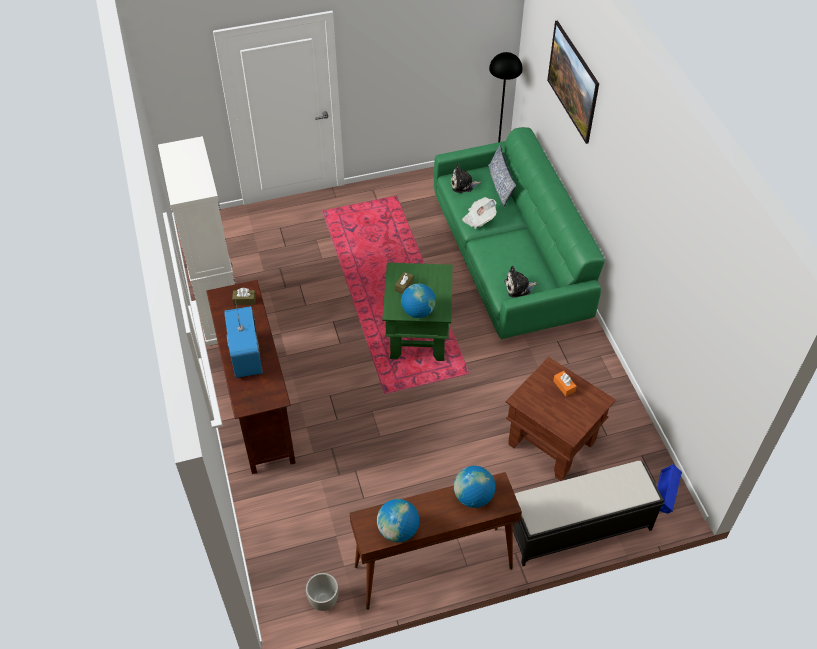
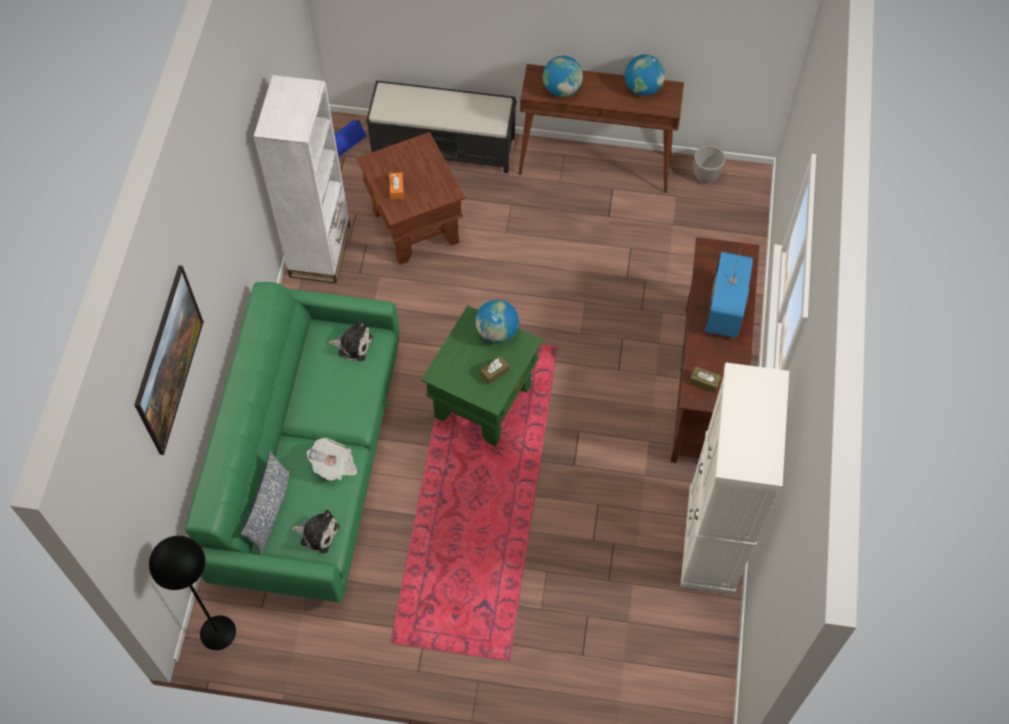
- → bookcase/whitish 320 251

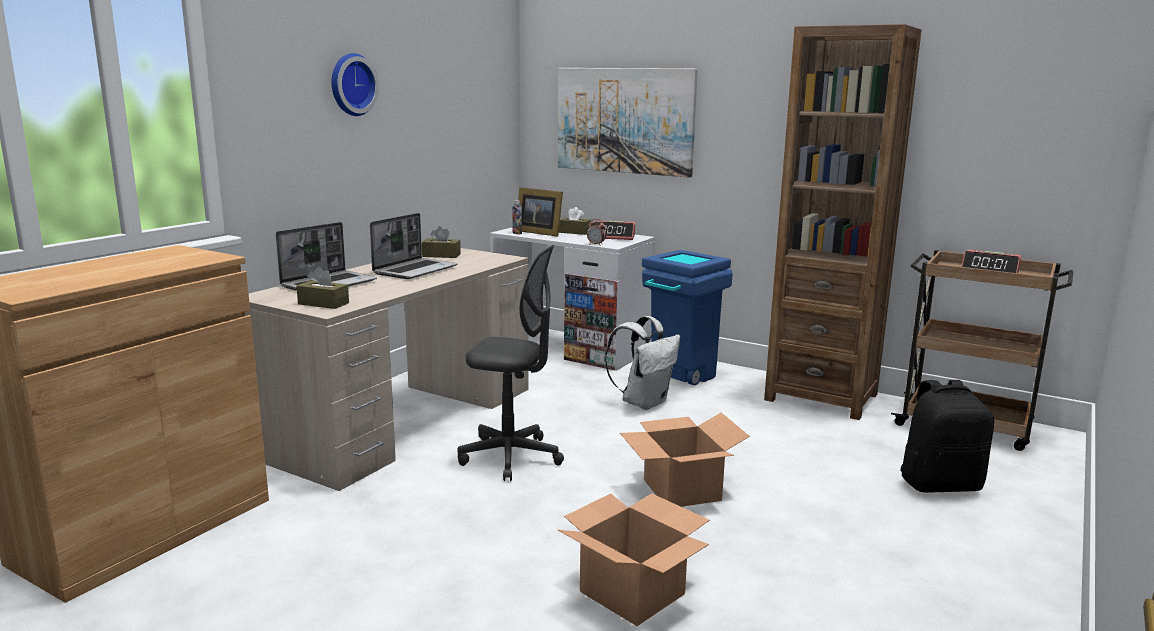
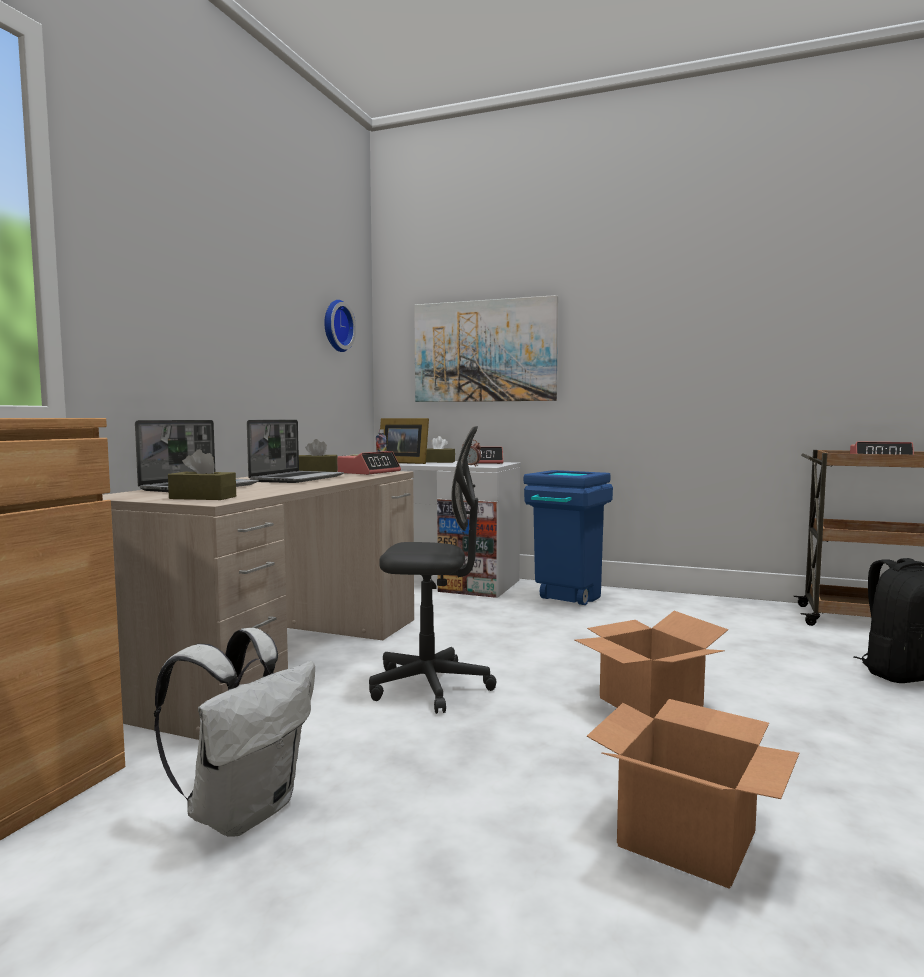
rucksack/whitish 644 402 → rucksack/whitish 243 811, shifted
hanging clock 351 84 → hanging clock 336 326, shifted
- → alarm clock 369 472
bookcase/brown-coloured 821 397 → -

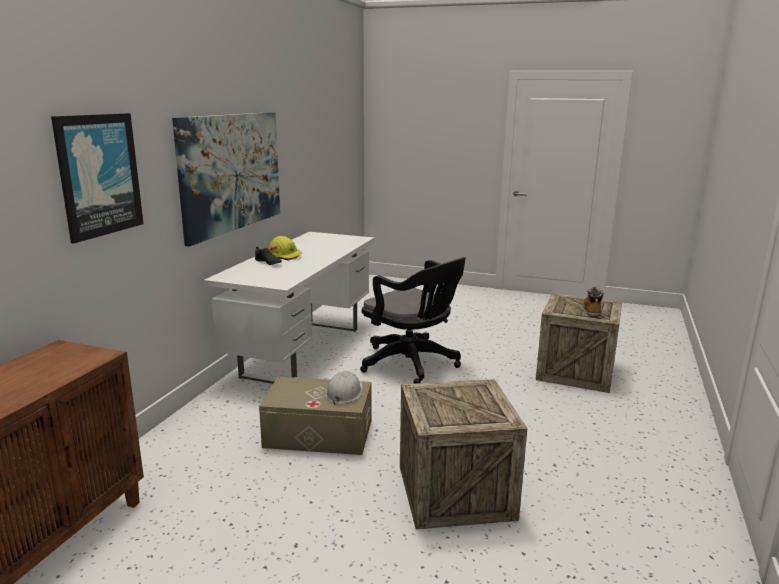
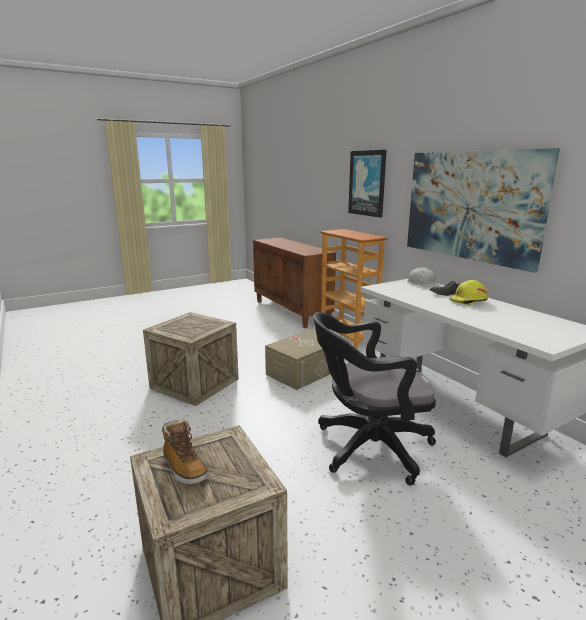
- → bookcase 348 338
safety helmet/whitish 344 393 → safety helmet/whitish 423 284, shifted

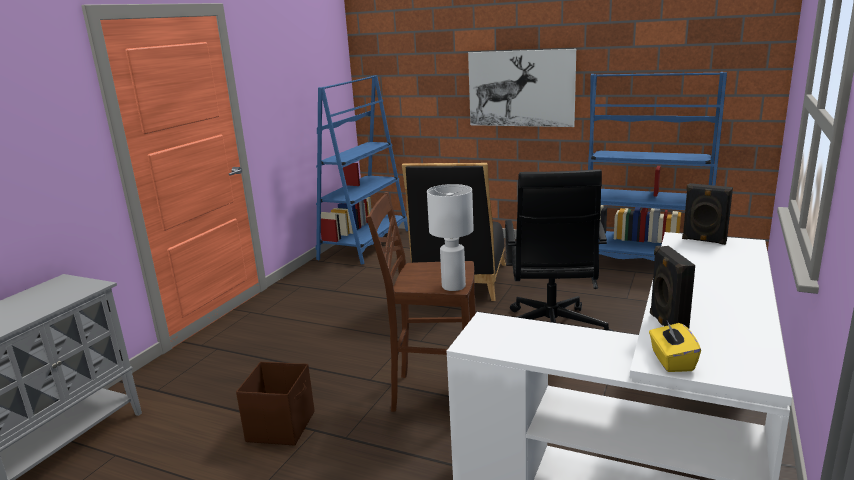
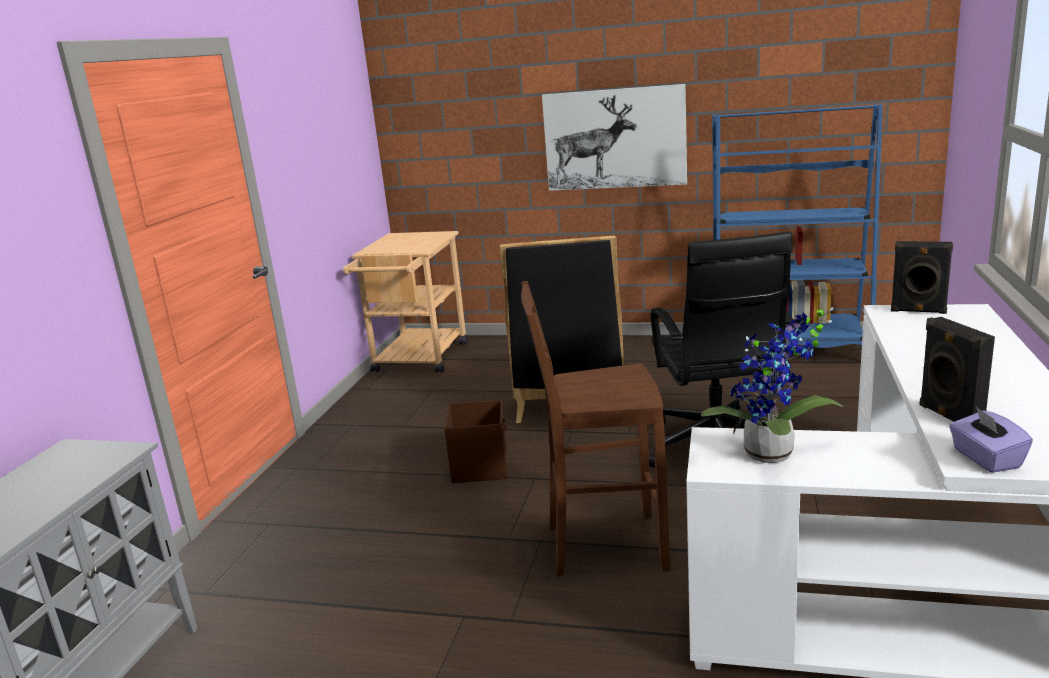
bookcase/blue-coloured 365 244 → trolley/beige 418 361
storage container/brown-coloured 282 426 → storage container/brown-coloured 480 467, shifted
- → houseplant 772 457
tissue box/yellow 671 361 → tissue box/purple 985 459
tabletop lamp/whitish 453 287 → -

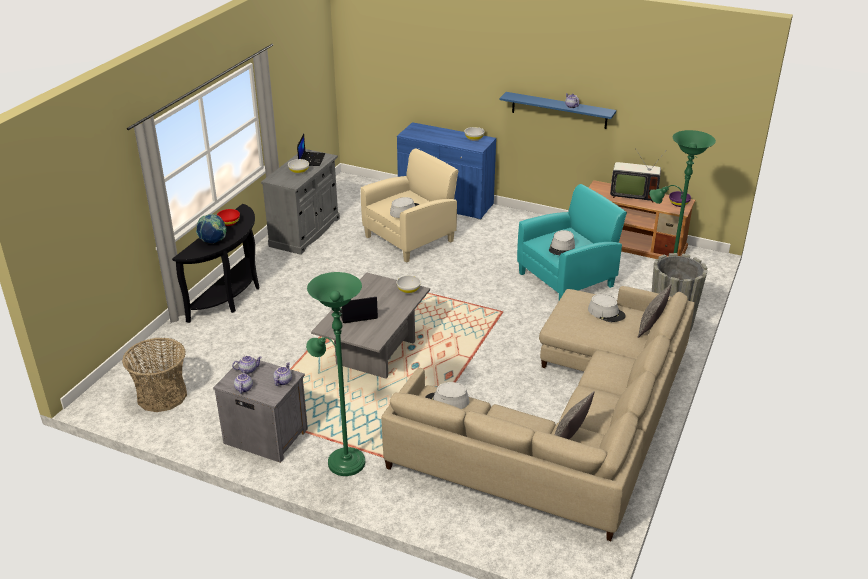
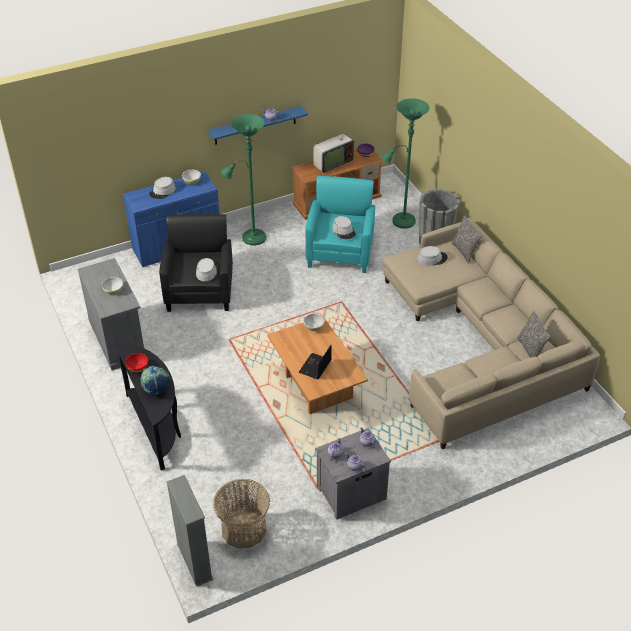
wearable hat/gray 447 401 → wearable hat/gray 162 191, shifted
easy chair/beige 410 238 → easy chair/black 200 291
- → bookcase/gray 194 562
standard lamp/green-coloured 343 460 → standard lamp/green-coloured 250 238, shifted
coffee table/gray 374 351 → coffee table/brown-coloured 316 387
notebook computer 311 159 → -

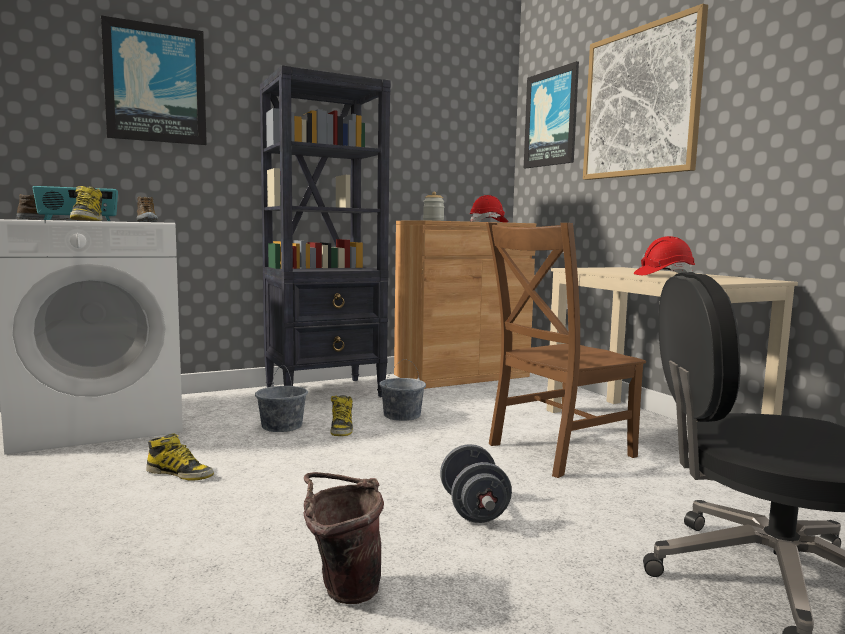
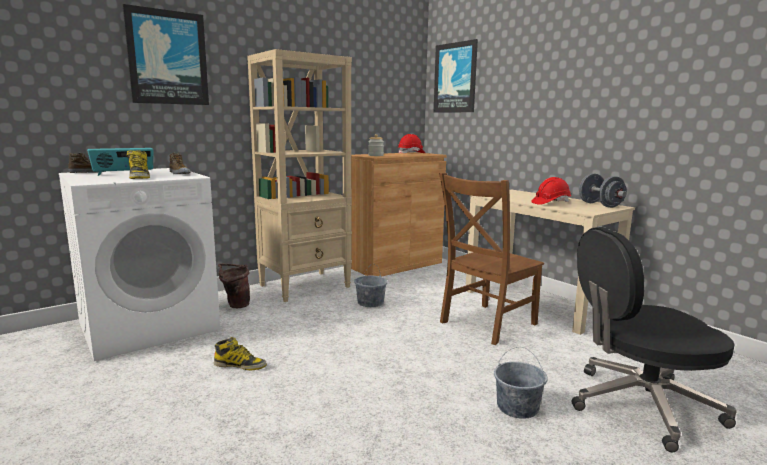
bucket/brown-coloured 342 589 → bucket/brown-coloured 235 305, shifted
bookcase/black 326 392 → bookcase/beige 305 286
bucket/gray 282 426 → bucket/gray 517 407, shifted
dumbbell/gray 473 509 → dumbbell/gray 600 205, shifted
high-top boot 341 428 → -
wall art 640 102 → -

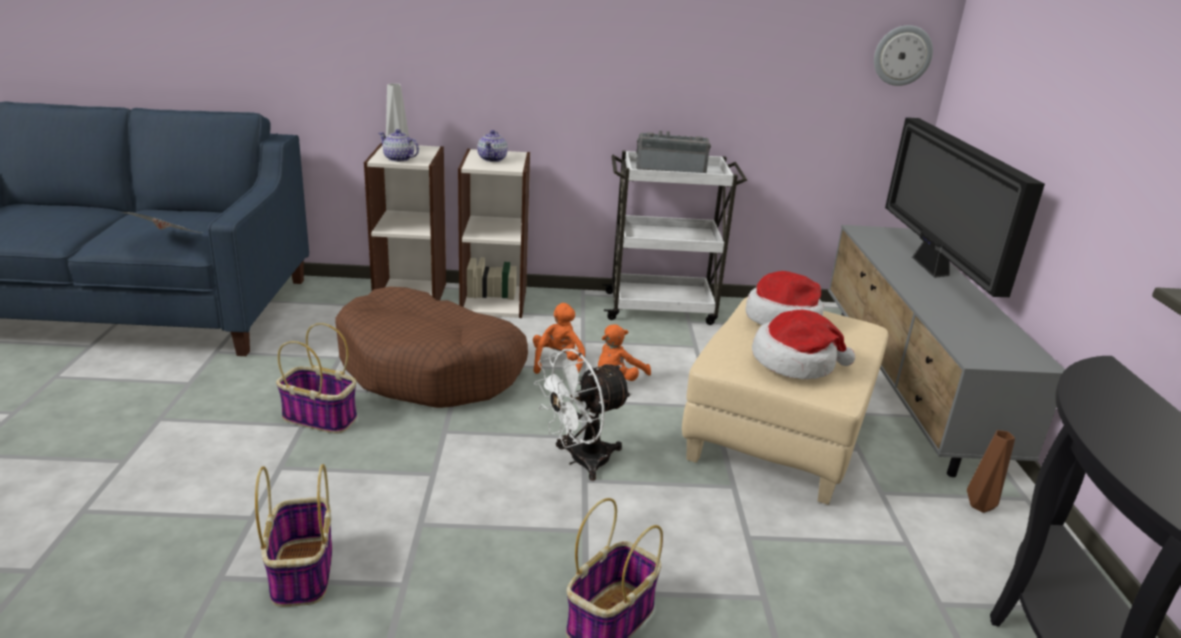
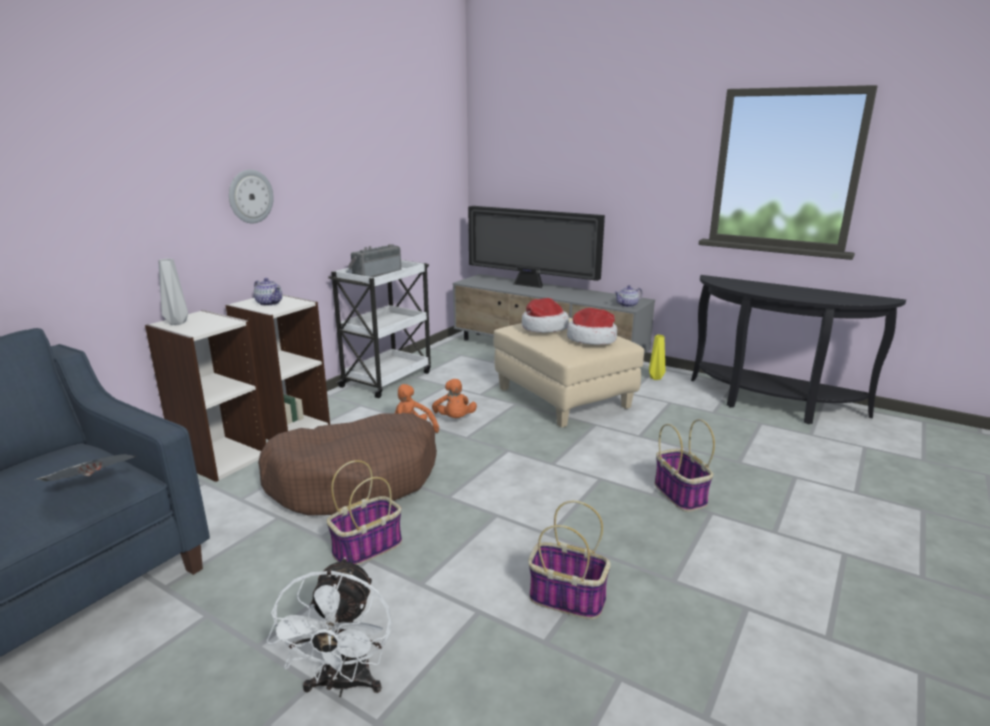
hanging clock 902 55 → hanging clock 250 196, shifted
cooling fan/whitish 580 461 → cooling fan/whitish 343 684, shifted
teapot 399 159 → teapot 627 305, shifted
vase/brown-coloured 981 507 → vase/yellow 656 378

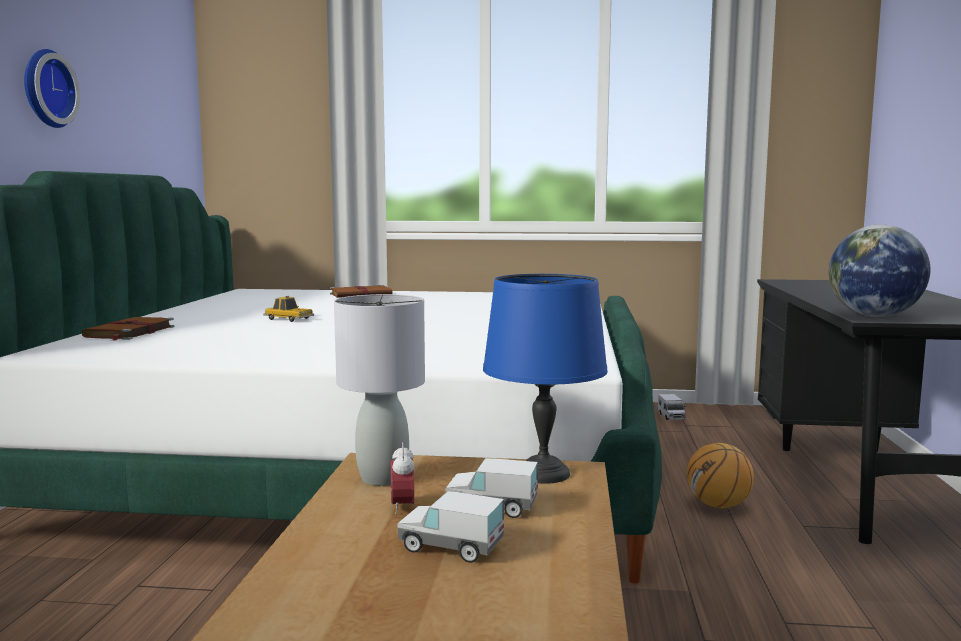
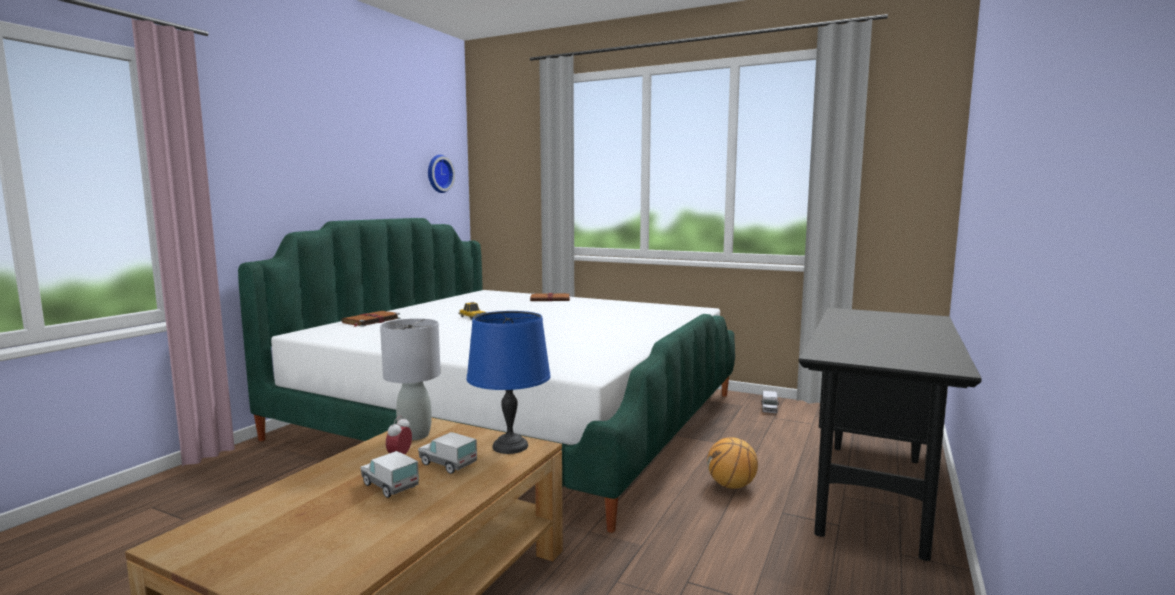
hanging clock 45 89 → hanging clock 438 174, shifted
world globe 874 316 → -

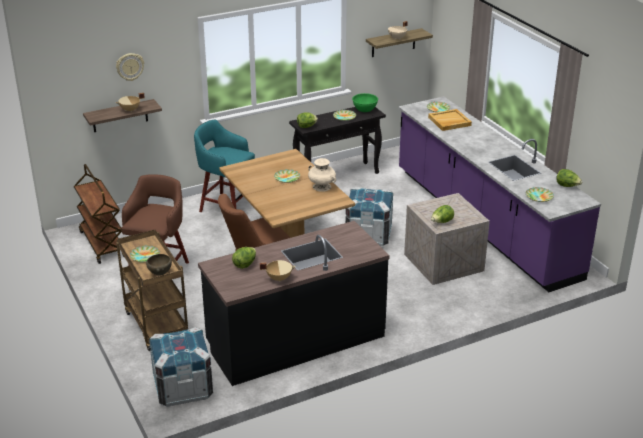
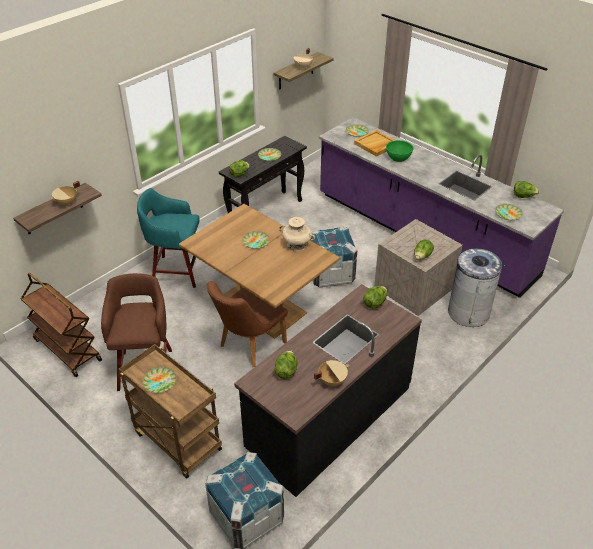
- → lettuce head 375 303
bowl/green-coloured 364 109 → bowl/green-coloured 398 158, shifted
- → rubbish bin/gray 468 312
hanging clock 130 66 → -
bowl/brown-coloured 160 273 → -

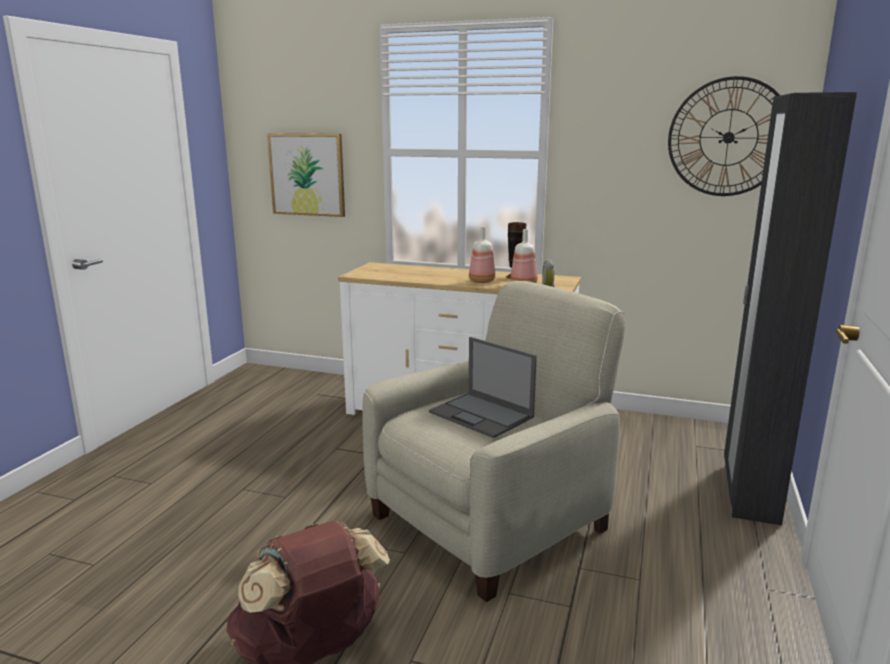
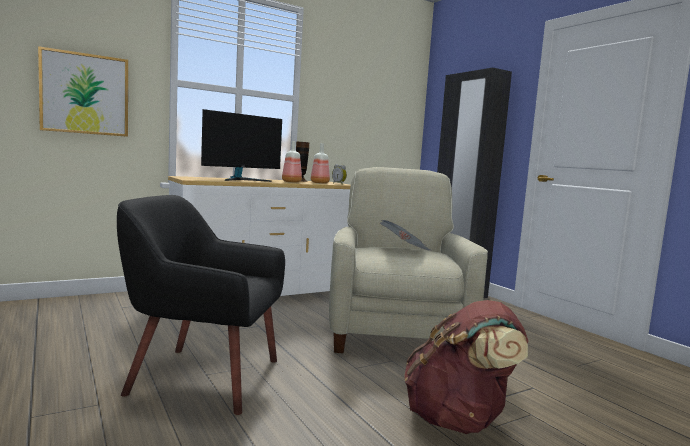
- → easy chair/black 203 377
- → monitor 241 180
notebook computer 482 415 → newspaper 405 250
hanging clock 728 137 → -

